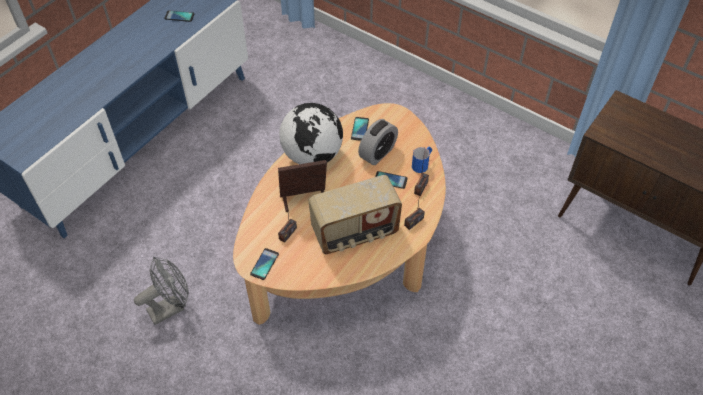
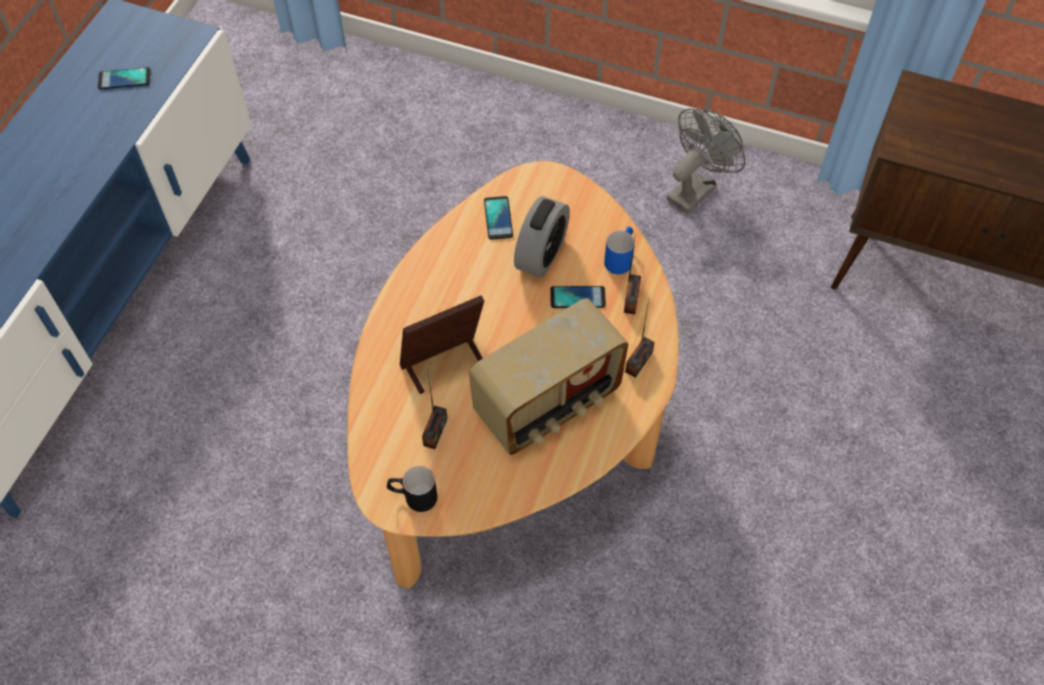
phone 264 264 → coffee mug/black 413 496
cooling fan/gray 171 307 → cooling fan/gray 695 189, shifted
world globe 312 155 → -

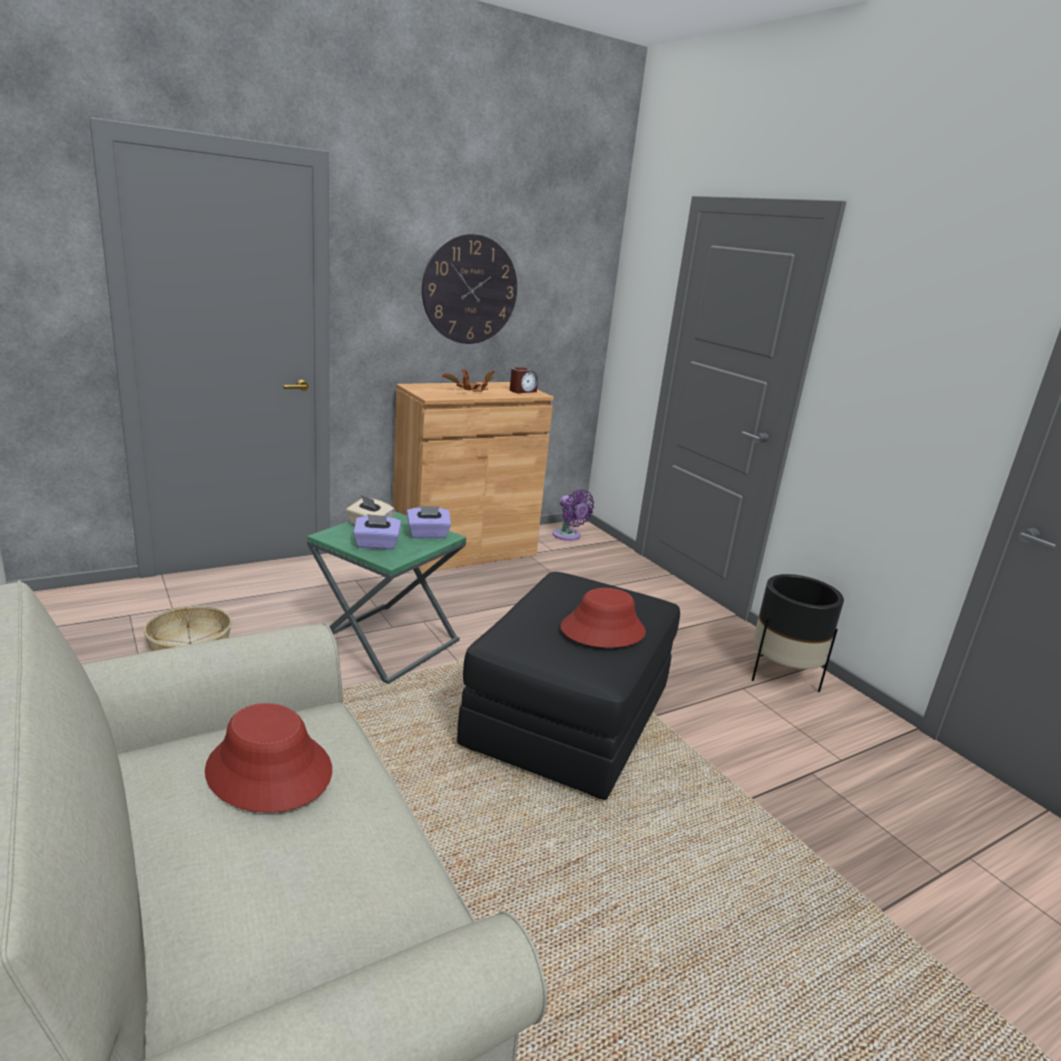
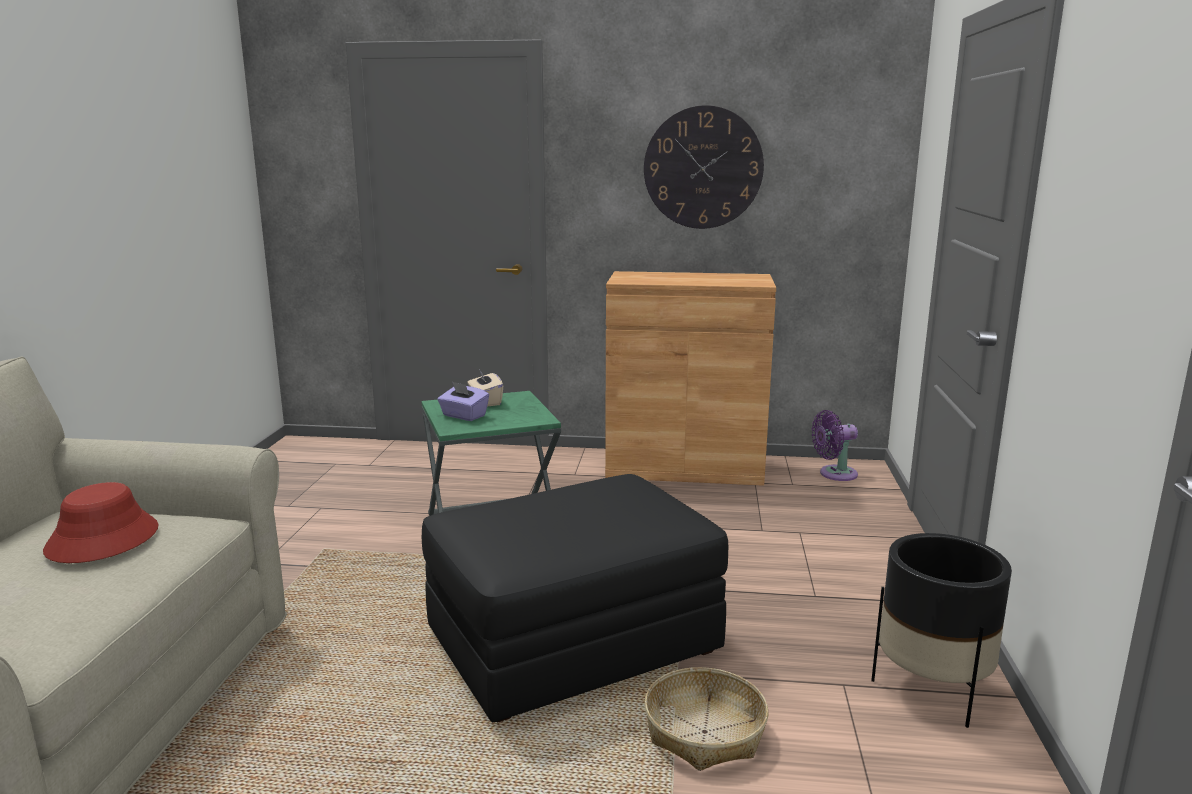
basket 190 643 → basket 704 731, shifted
cooling fan/purple 568 536 → cooling fan/purple 834 474, 75 degrees clockwise
tissue box/purple 428 535 → -
houseplant 470 391 → -
alarm clock 522 391 → -
wearable hat/reddish 602 630 → -

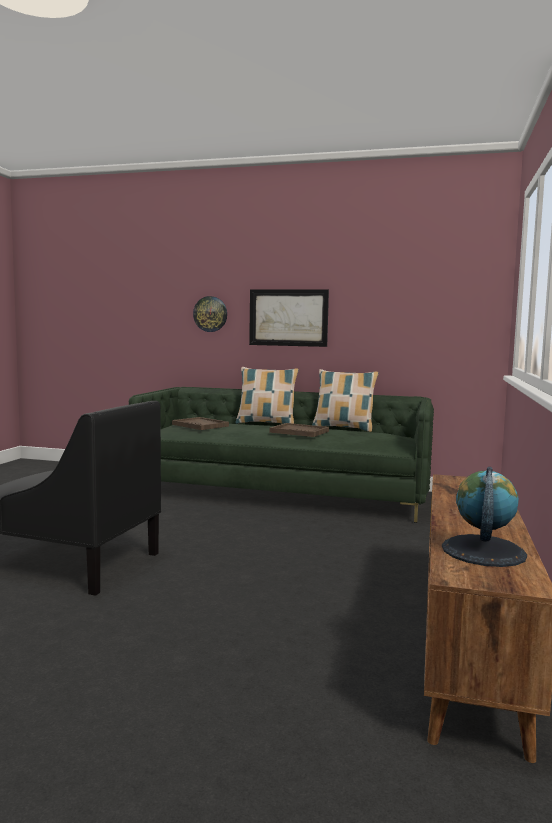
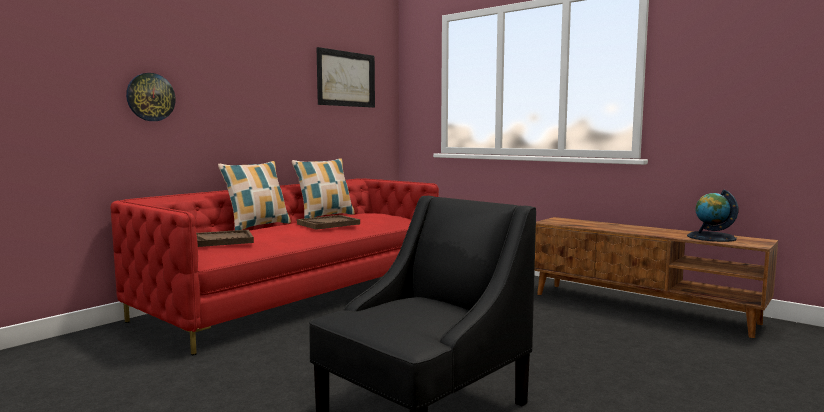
sofa/green-coloured 282 494 → sofa/reddish 300 296
wall art 288 317 → wall art 346 79, shifted

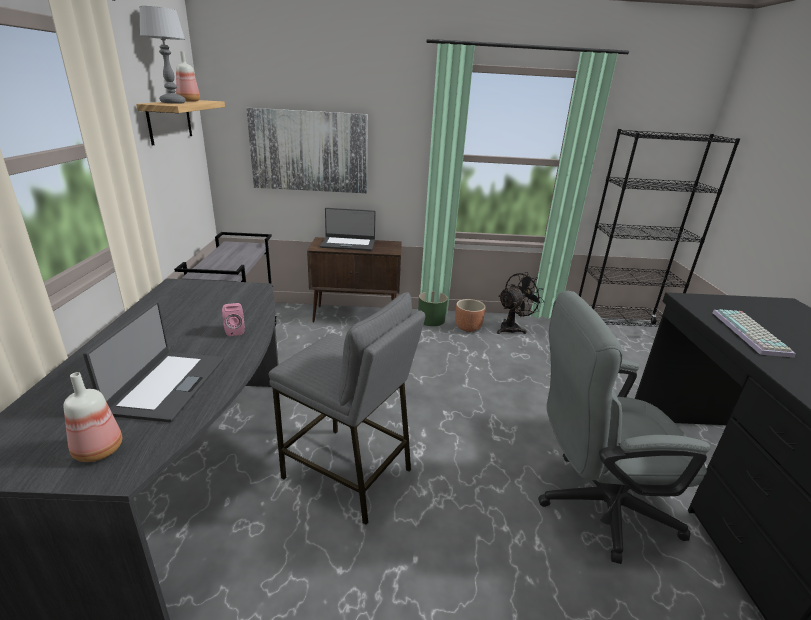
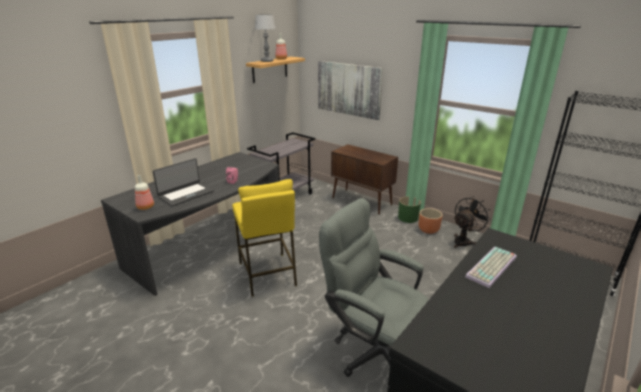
stool/gray 348 473 → stool/yellow 267 274
cooling fan/black 513 328 → cooling fan/black 464 241, 45 degrees counterclockwise
notebook computer 348 244 → -

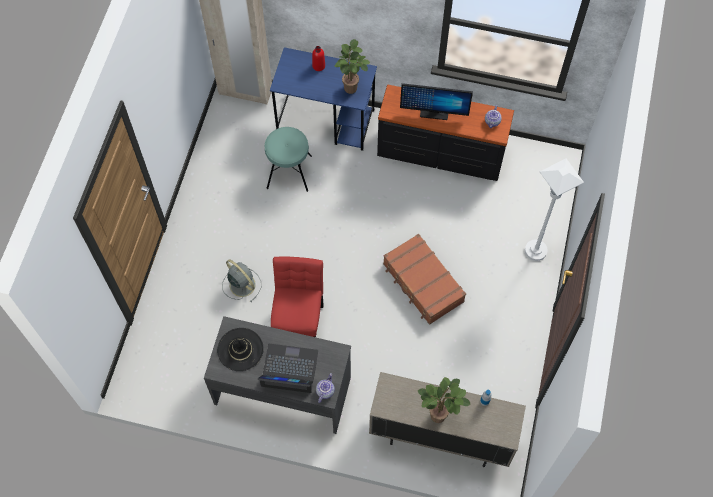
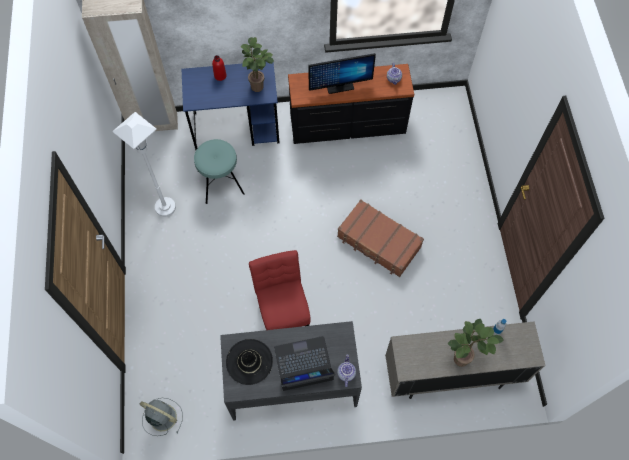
standard lamp/whitish 535 250 → standard lamp/whitish 165 207, shifted
cooling fan/gray 241 284 → cooling fan/gray 162 417, shifted

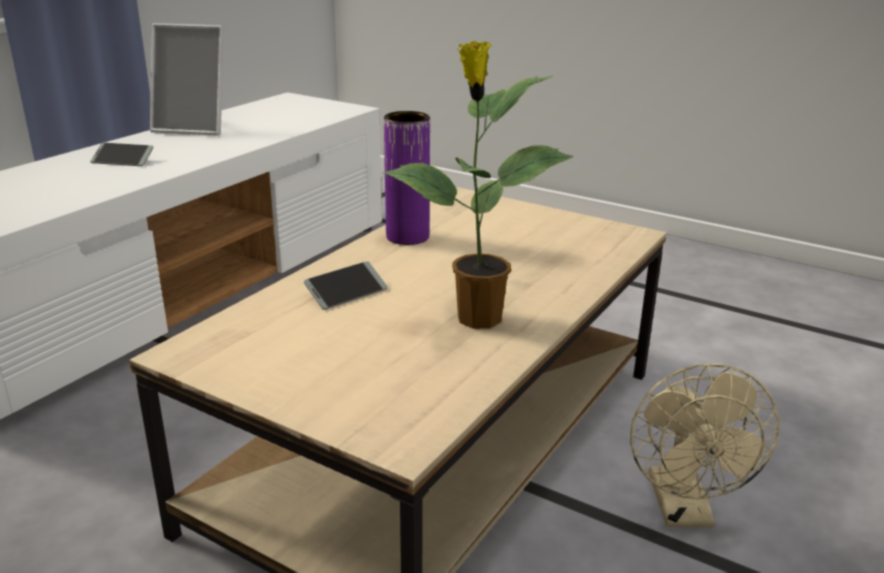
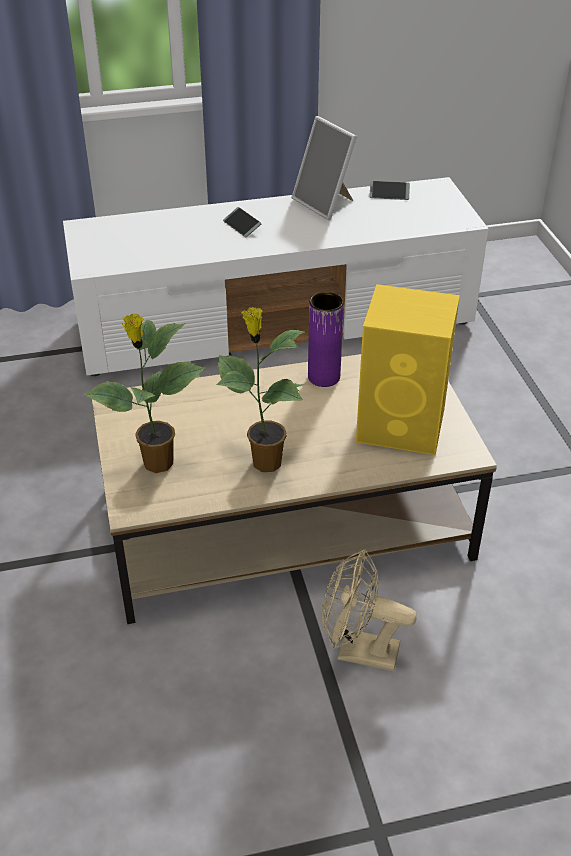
- → houseplant 157 464
cooling fan/beige 684 511 → cooling fan/beige 358 651, 60 degrees clockwise
- → speaker/yellow 403 426
phone 346 293 → phone 389 194, shifted

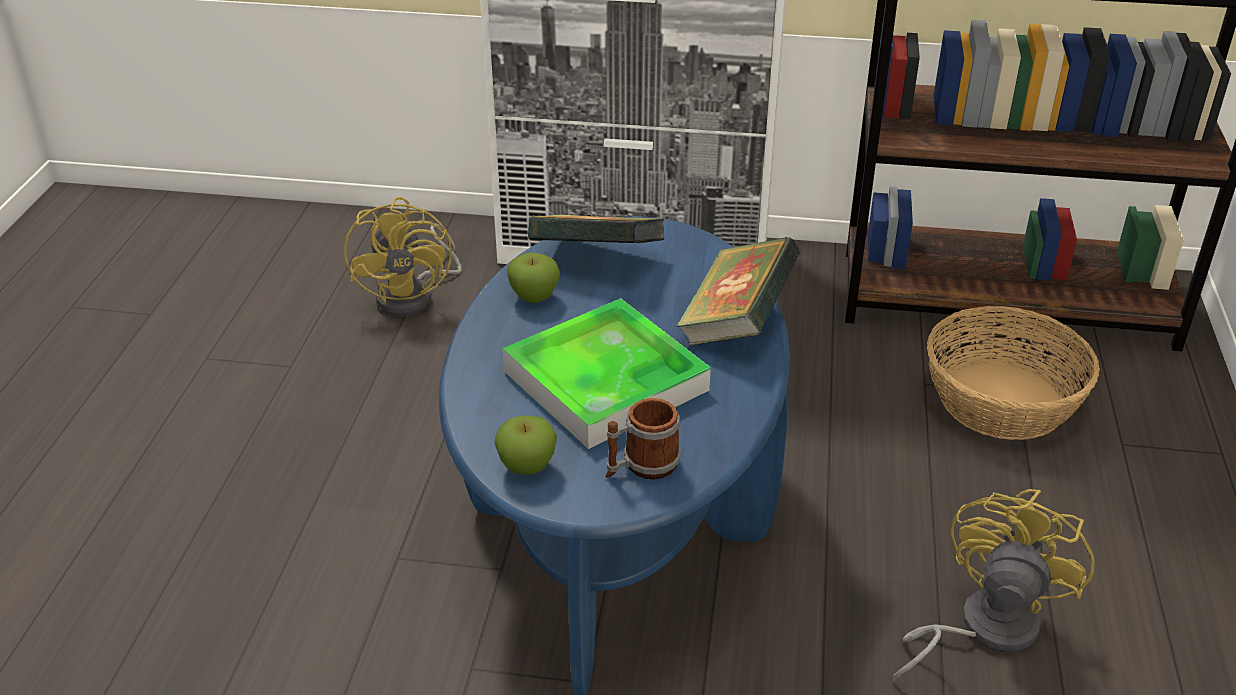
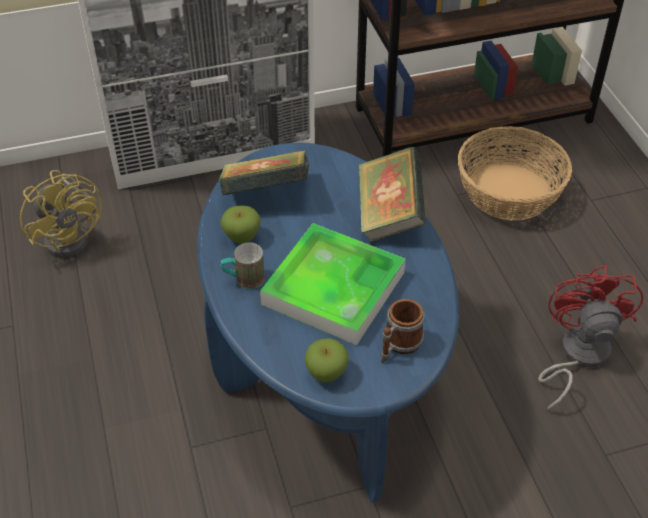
- → coffee mug 243 280
cooling fan/yellow 982 628 → cooling fan/reddish 577 355

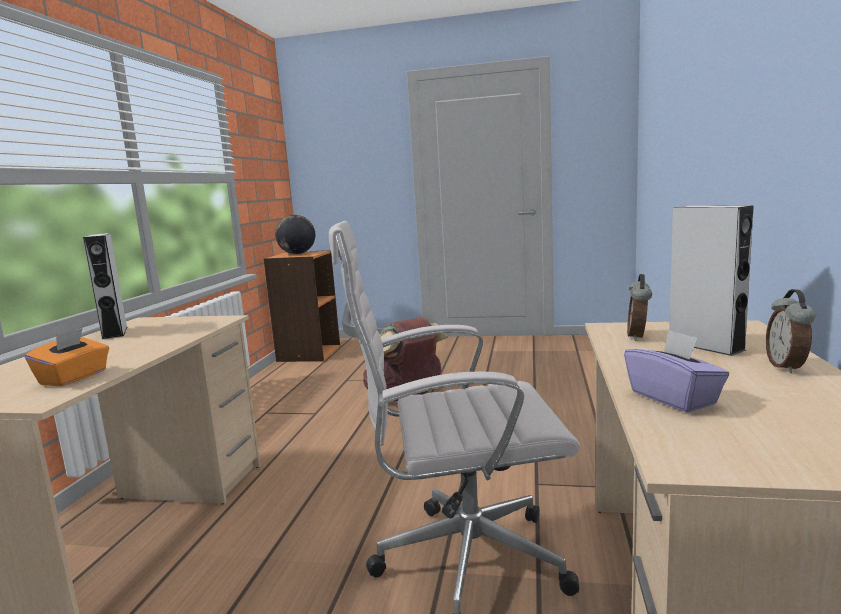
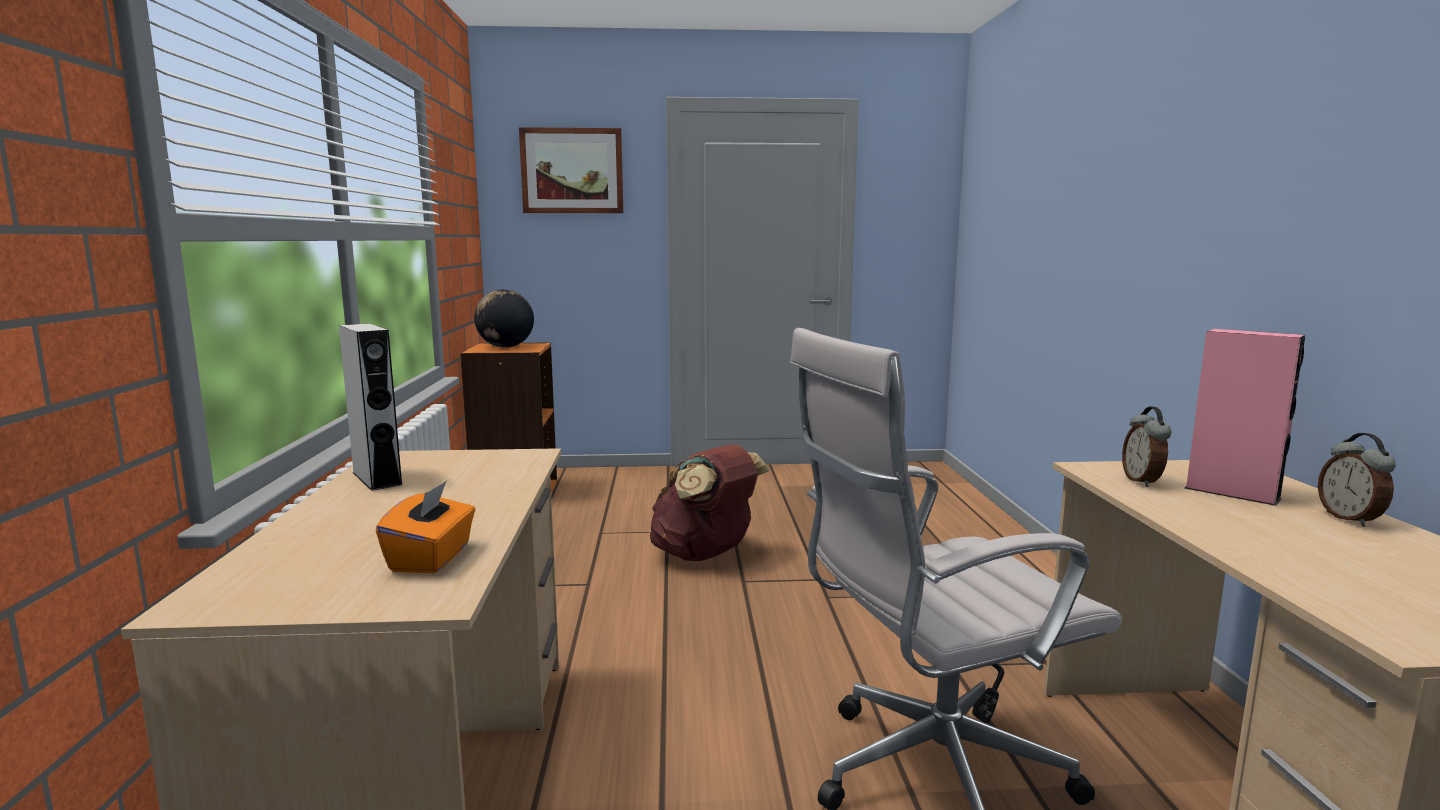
- → wall art 572 171
speaker/gray 705 345 → speaker/pink-coloured 1232 493
tissue box/purple 674 398 → -

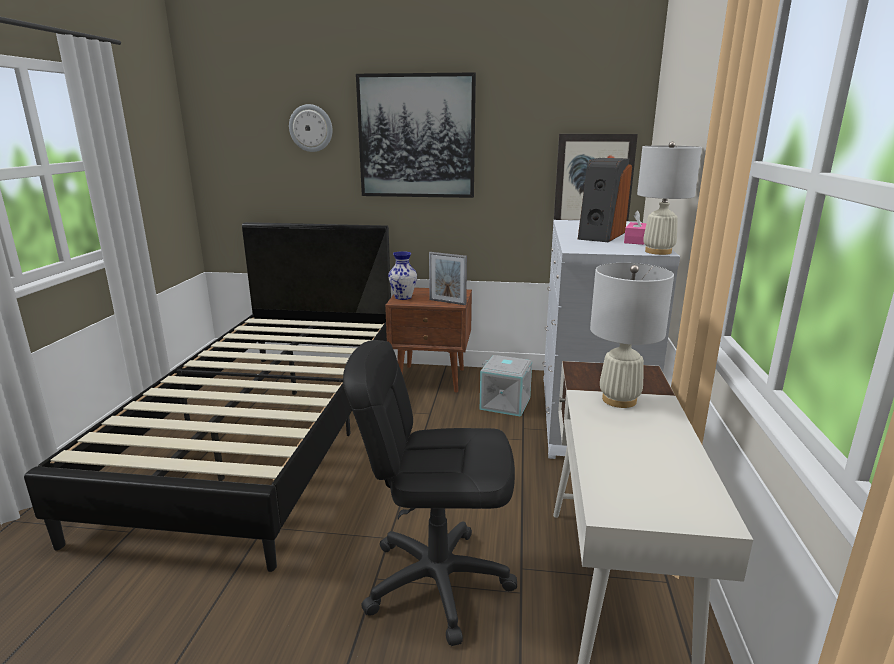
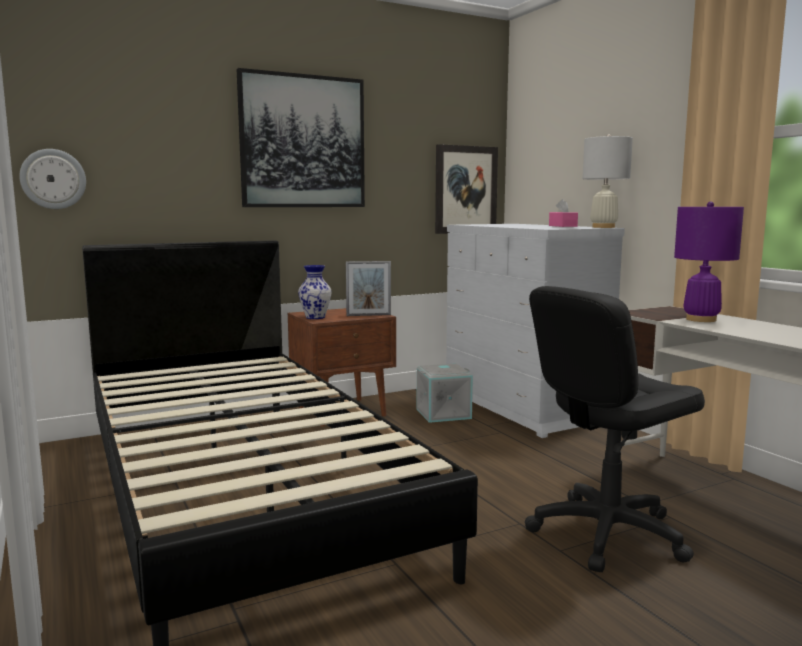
hanging clock 311 128 → hanging clock 53 179, shifted
tabletop lamp/whitish 619 400 → tabletop lamp/purple 701 319
speaker 600 235 → -

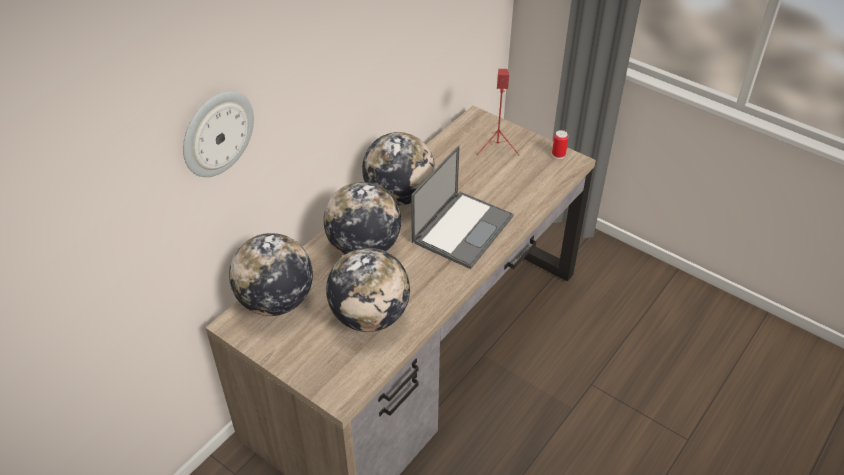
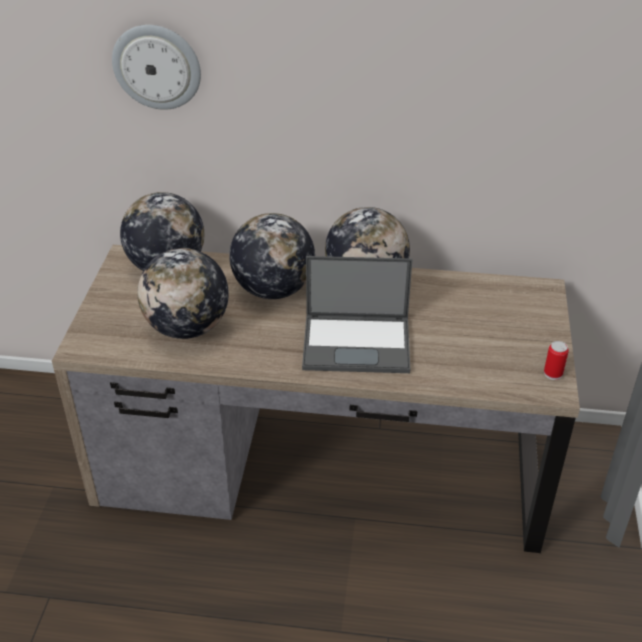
speaker/reddish 498 147 → -

